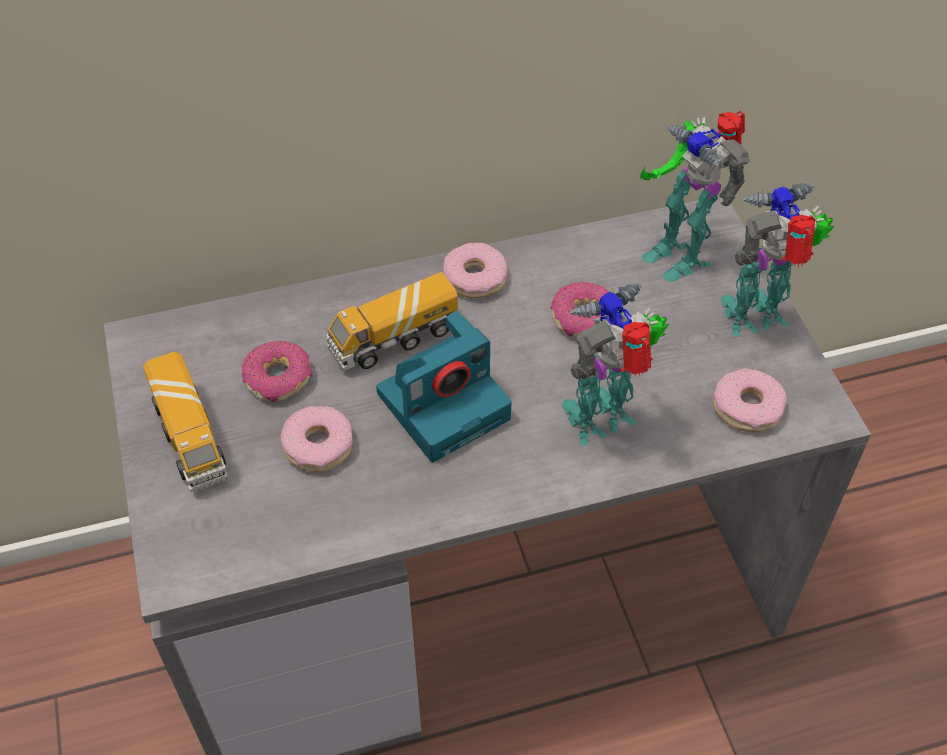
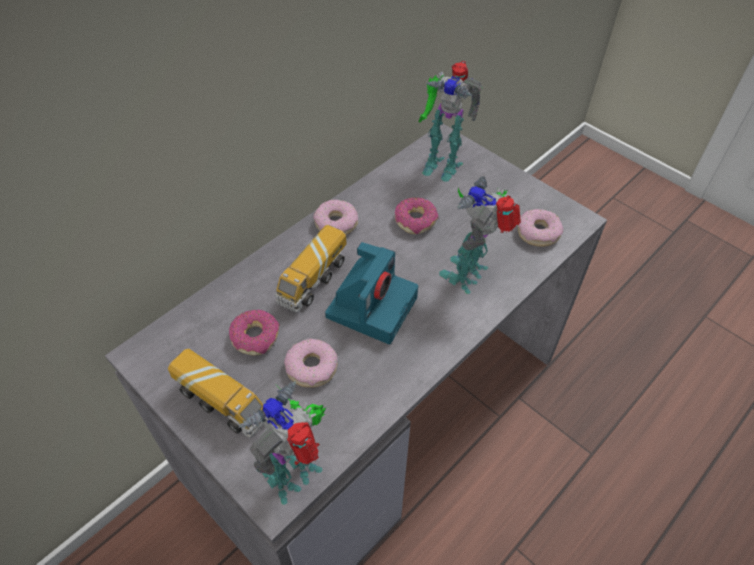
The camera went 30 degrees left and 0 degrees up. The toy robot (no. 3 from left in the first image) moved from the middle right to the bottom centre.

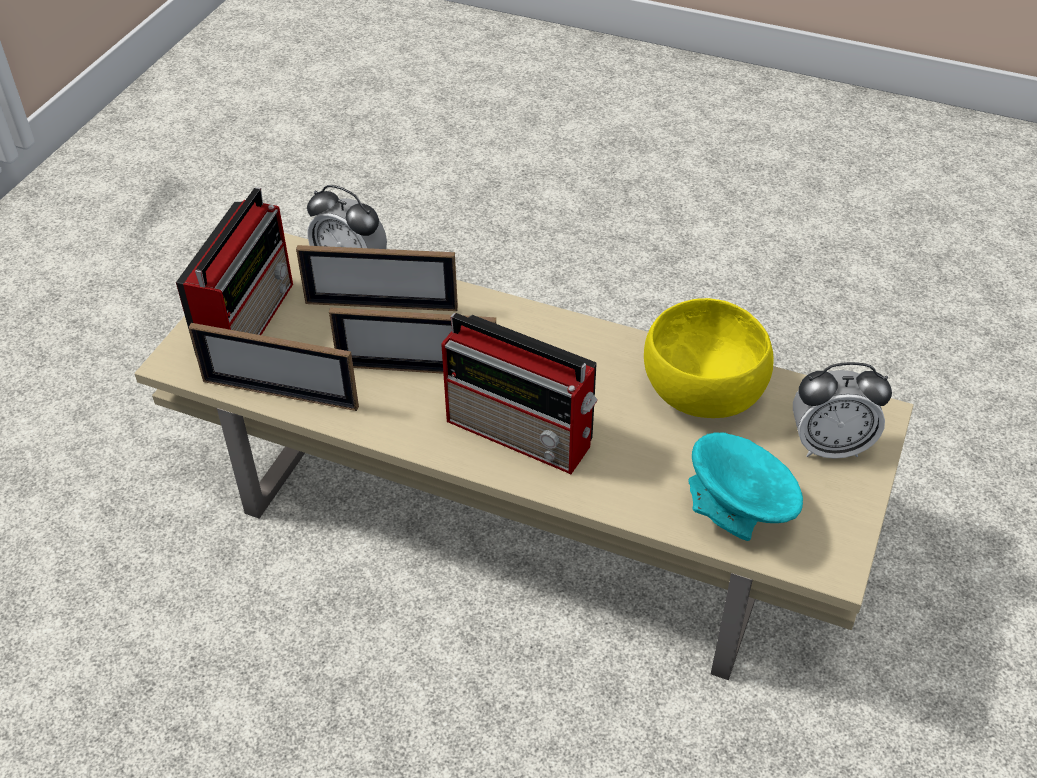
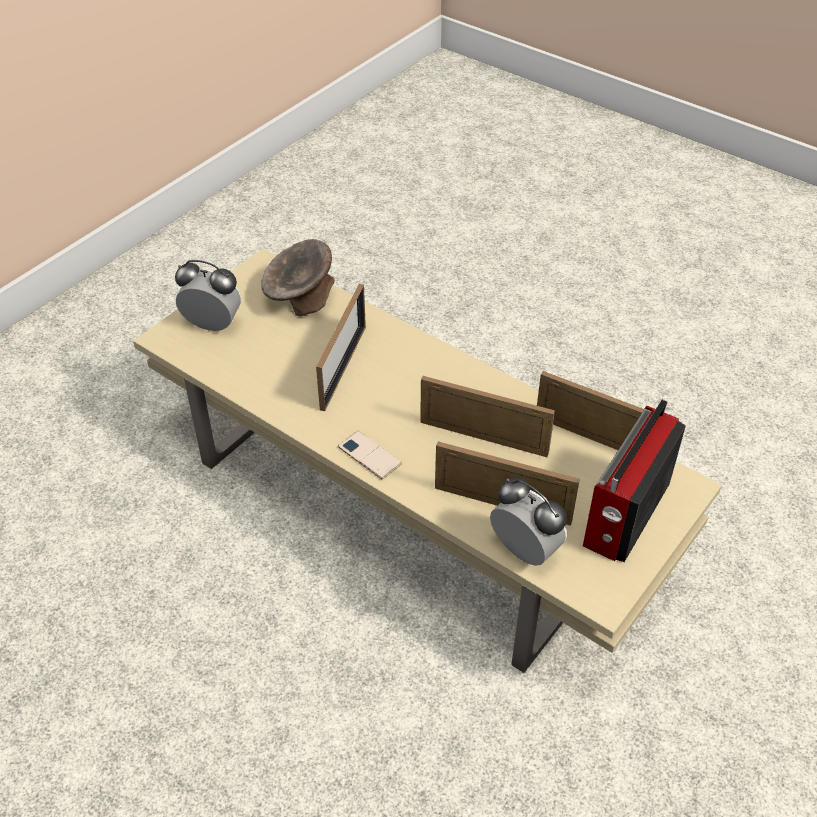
The camera went 165 degrees left and 0 degrees up. The radio (no. 2 from left) at the centre disappeared. The yellow bowl at the middle right disappeared. The picture frame (no. 1 from left) at the centre appeared. The phone at the centre appeared. The turquoise bowl at the middle right became the grey bowl at the centre.

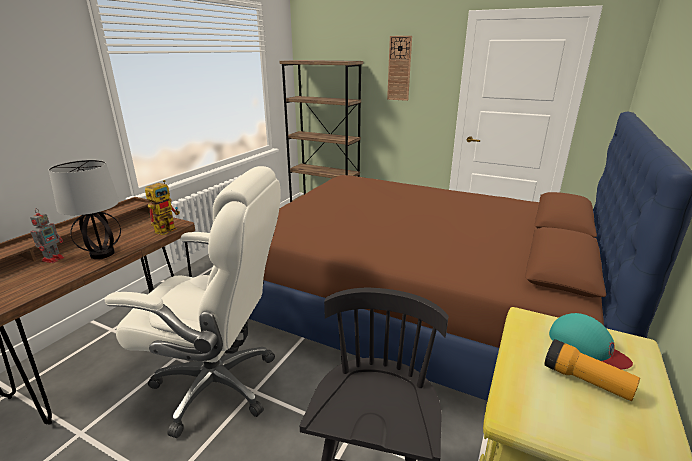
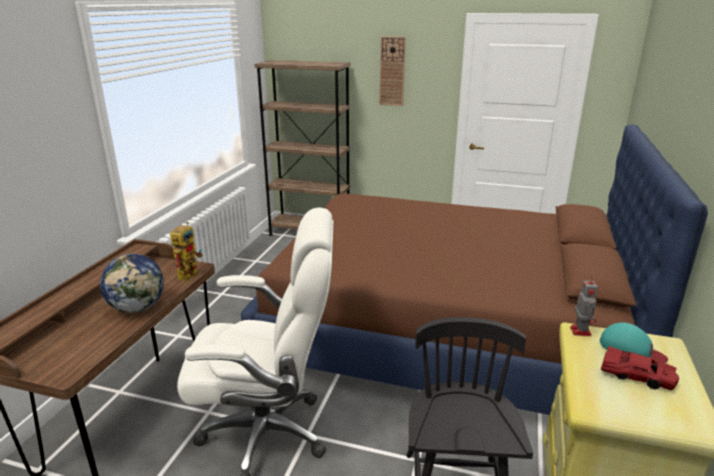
The camera went 10 degrees left and 0 degrees up. The toy robot (no. 1 from left in the first image) moved from the middle left to the middle right. The table lamp at the middle left was replaced by the globe at the middle left. The flashlight at the bottom right was replaced by the red toy car at the bottom right.

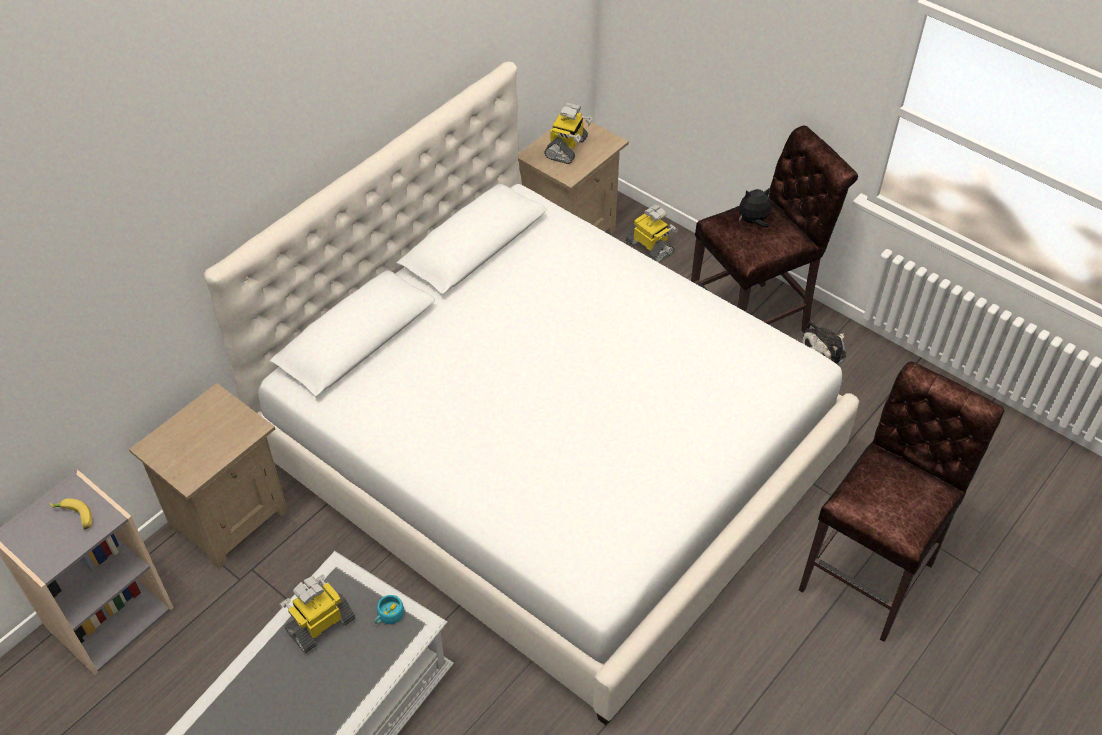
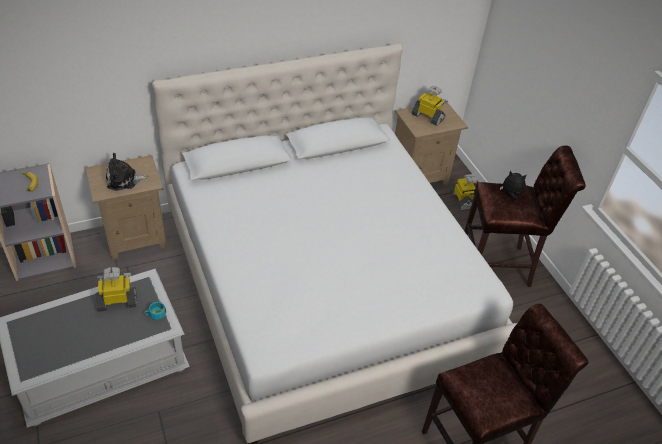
The camera went 25 degrees right and 5 degrees down. The plush toy (no. 2 from left in the first image) moved from the middle right to the middle left. The toy robot (no. 2 from left) at the top centre turned 105 degrees counterclockwise.

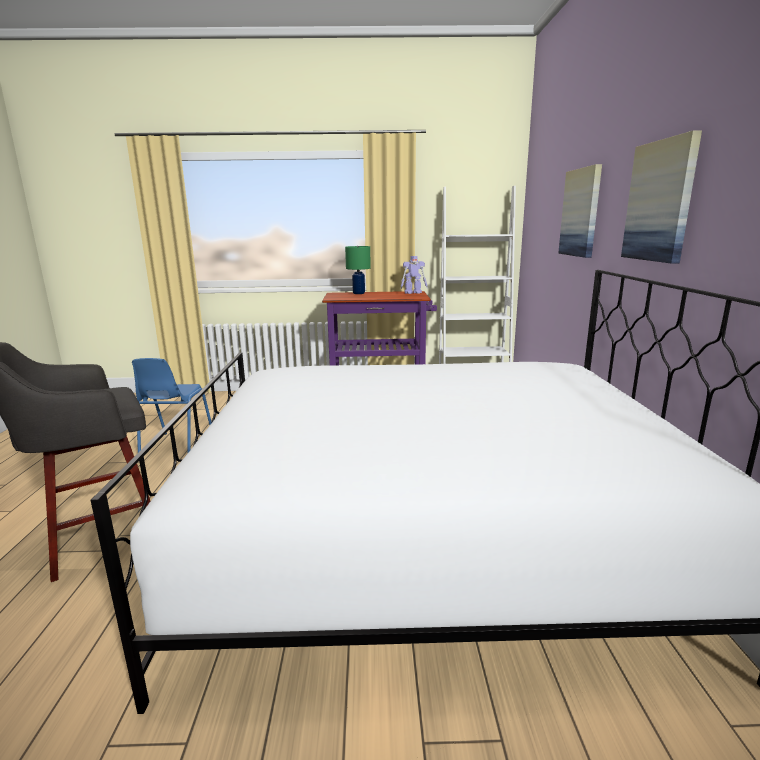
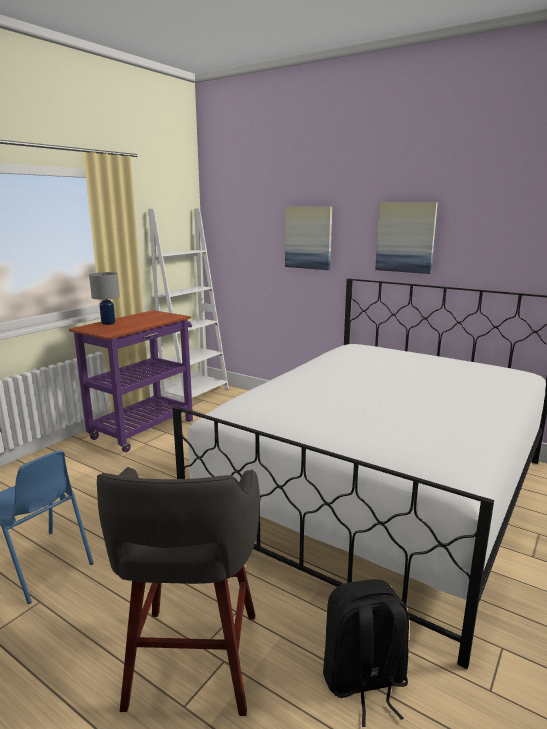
The camera went 55 degrees left and 0 degrees up. The toy robot at the centre disappeared. The black backpack at the bottom right appeared. The green table lamp at the centre became the grey table lamp at the middle left.

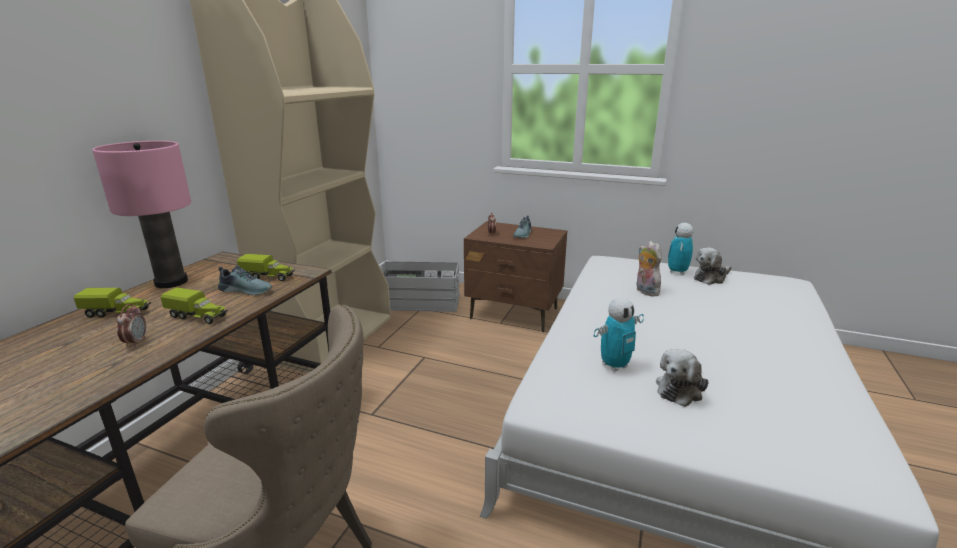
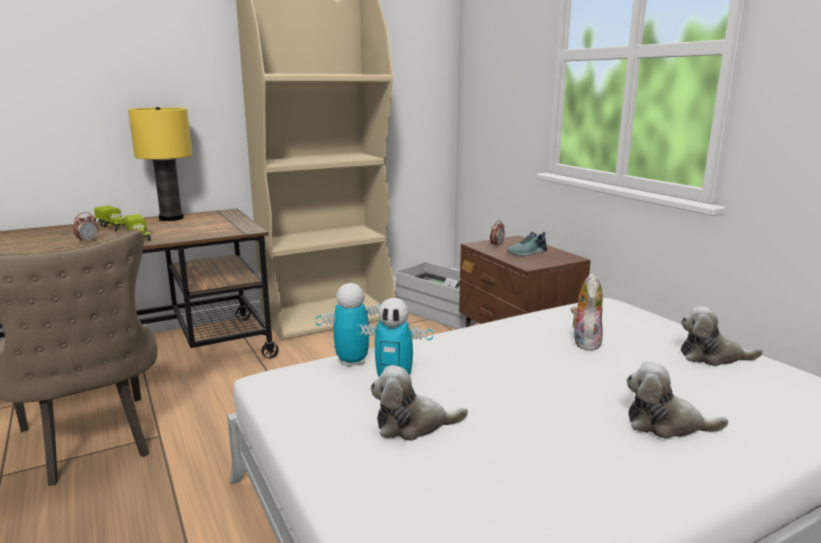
The camera went 40 degrees right and 5 degrees down. The shoe (no. 1 from left) at the middle left disappeared. The toy truck (no. 3 from left) at the middle left disappeared. The plush toy (no. 3 from left) at the bottom right appeared. The toy robot (no. 2 from left in the first image) moved from the middle right to the centre. The pink table lamp at the middle left became the yellow table lamp at the top left.

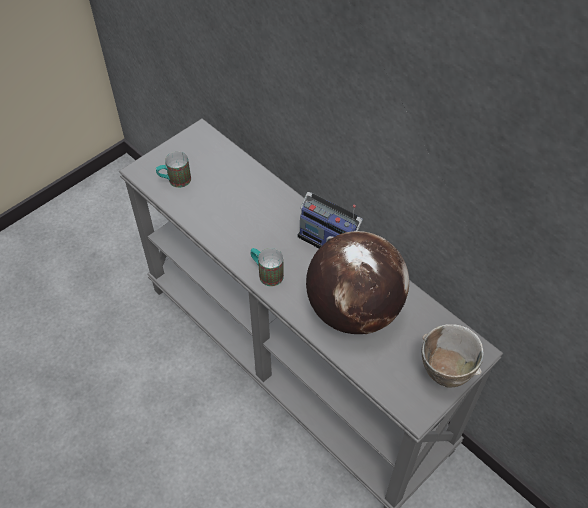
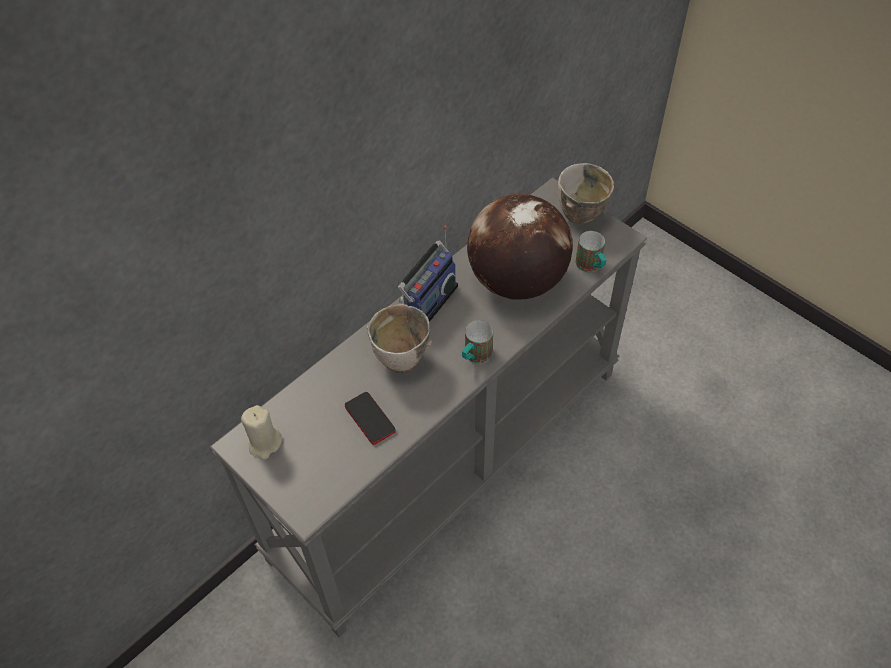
The camera went 90 degrees left and 0 degrees up. The beige candle at the middle left appeared. The phone at the centre appeared. The bowl (no. 1 from left) at the centre appeared. The mug (no. 1 from left in the first image) moved from the top left to the centre.

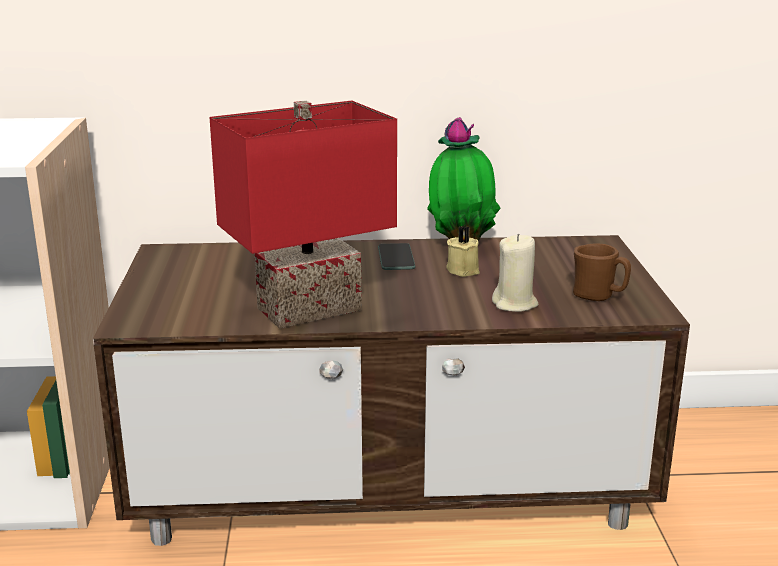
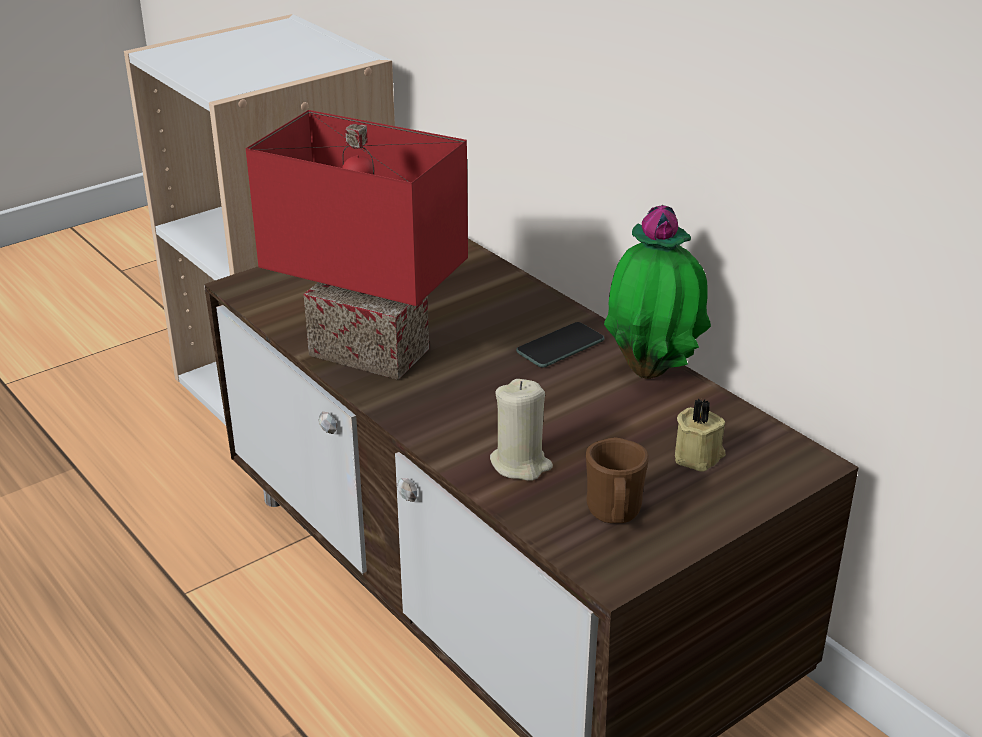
The camera went 55 degrees right and 10 degrees up. The beige candle (no. 1 from left in the first image) moved from the centre to the middle right.

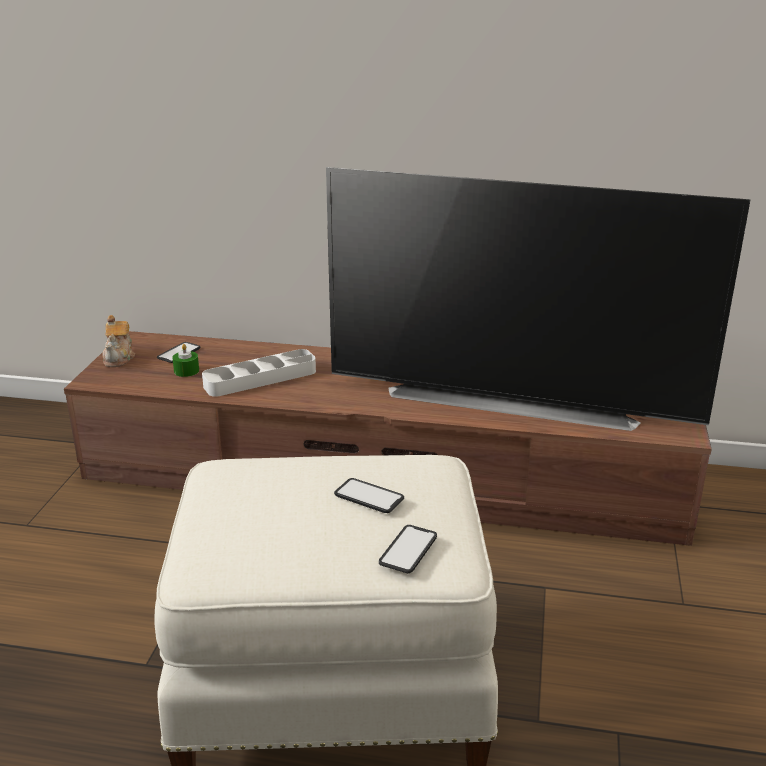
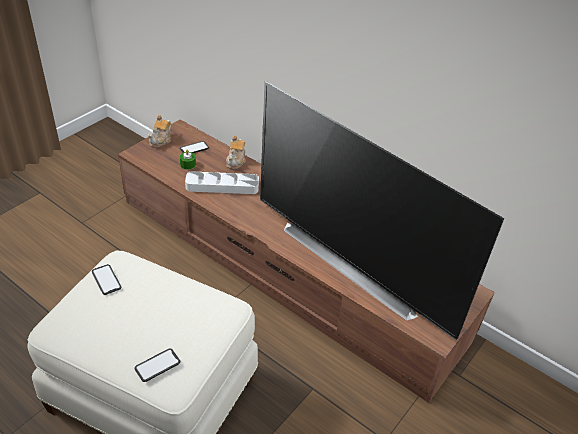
The camera went 25 degrees right and 15 degrees up. The teapot (no. 2 from left) at the centre appeared. The phone (no. 2 from left in the first image) moved from the centre to the middle left.

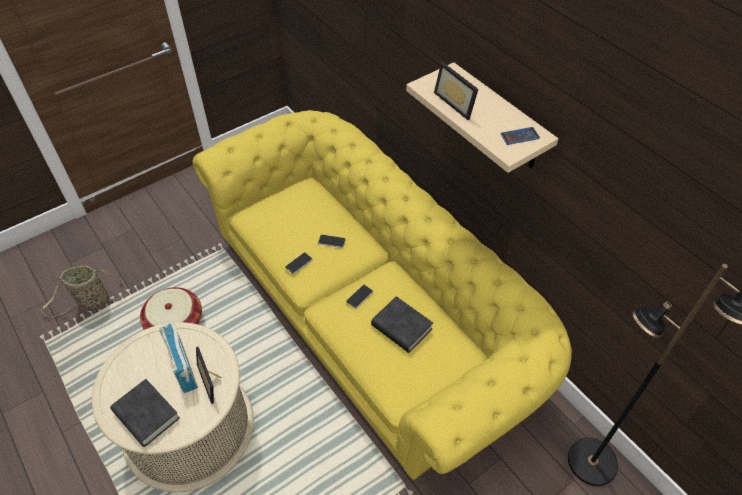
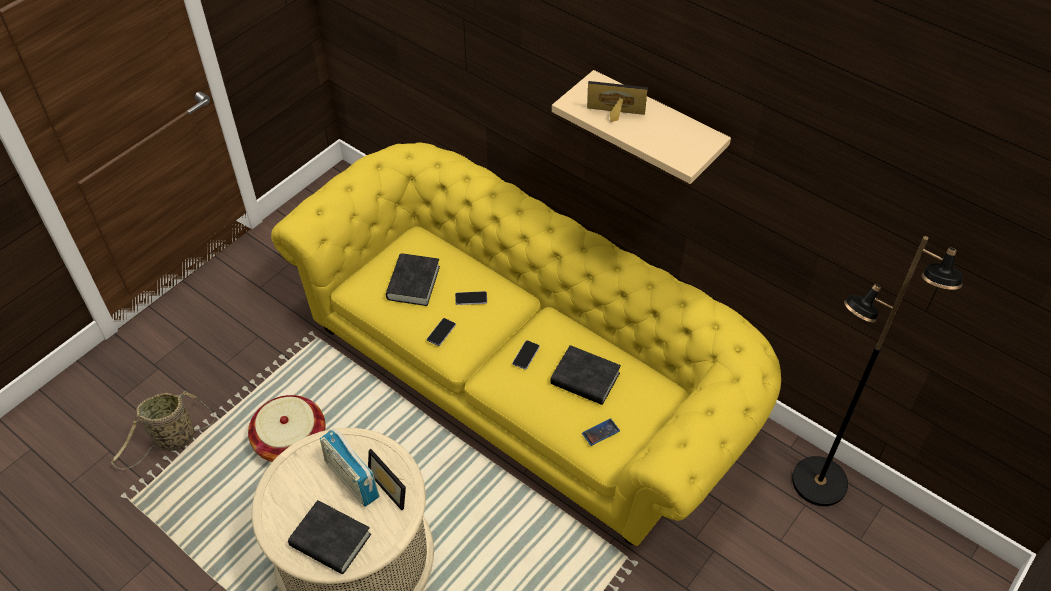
The camera went 15 degrees left and 0 degrees up. The black book (no. 2 from left) at the centre appeared. The phone (no. 4 from left) moved from the top right to the bottom centre. The picture frame (no. 2 from left) at the top centre turned 150 degrees clockwise.

